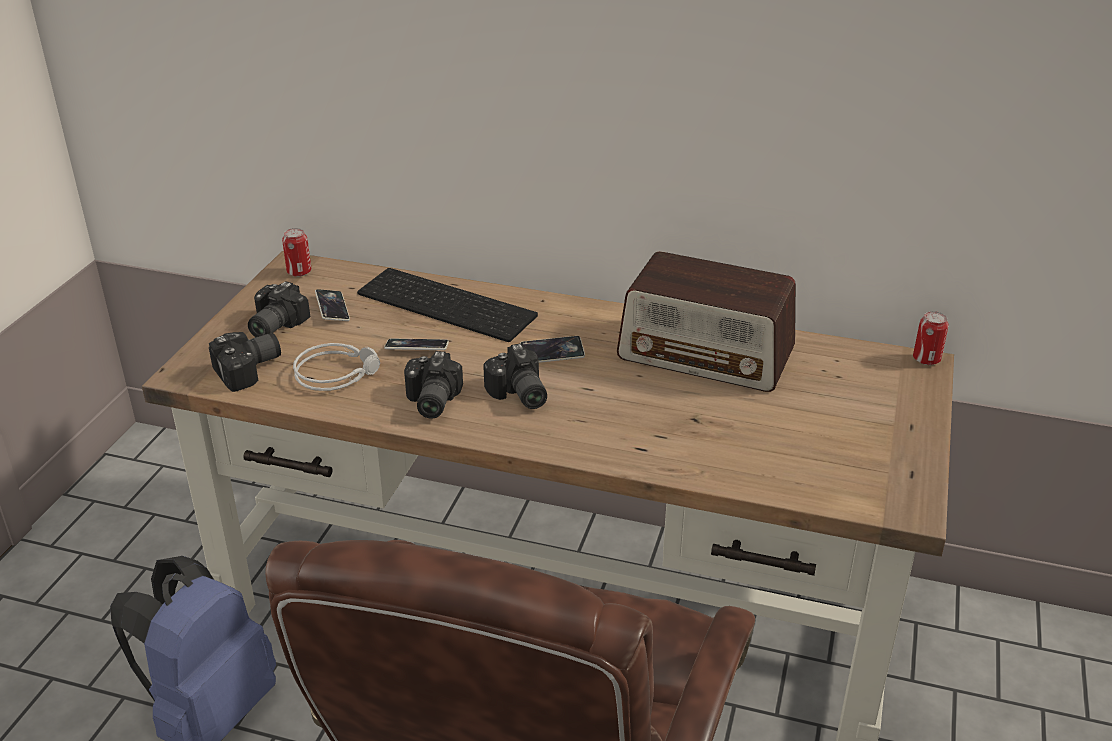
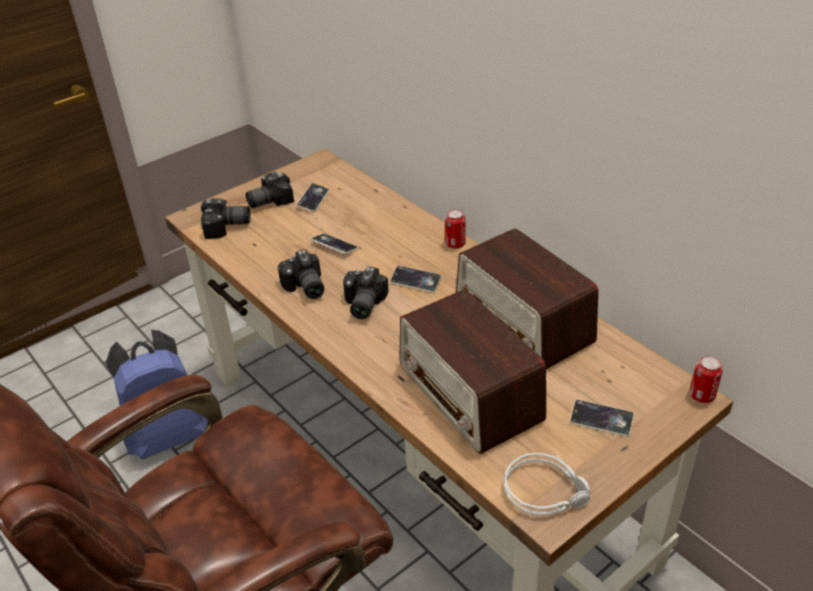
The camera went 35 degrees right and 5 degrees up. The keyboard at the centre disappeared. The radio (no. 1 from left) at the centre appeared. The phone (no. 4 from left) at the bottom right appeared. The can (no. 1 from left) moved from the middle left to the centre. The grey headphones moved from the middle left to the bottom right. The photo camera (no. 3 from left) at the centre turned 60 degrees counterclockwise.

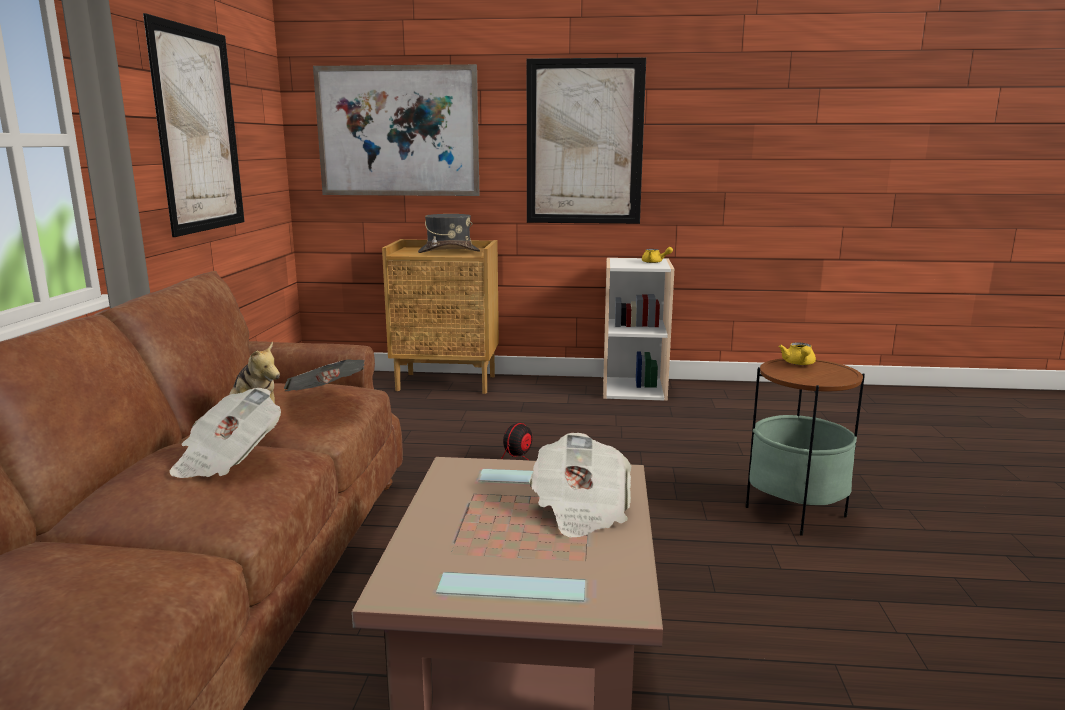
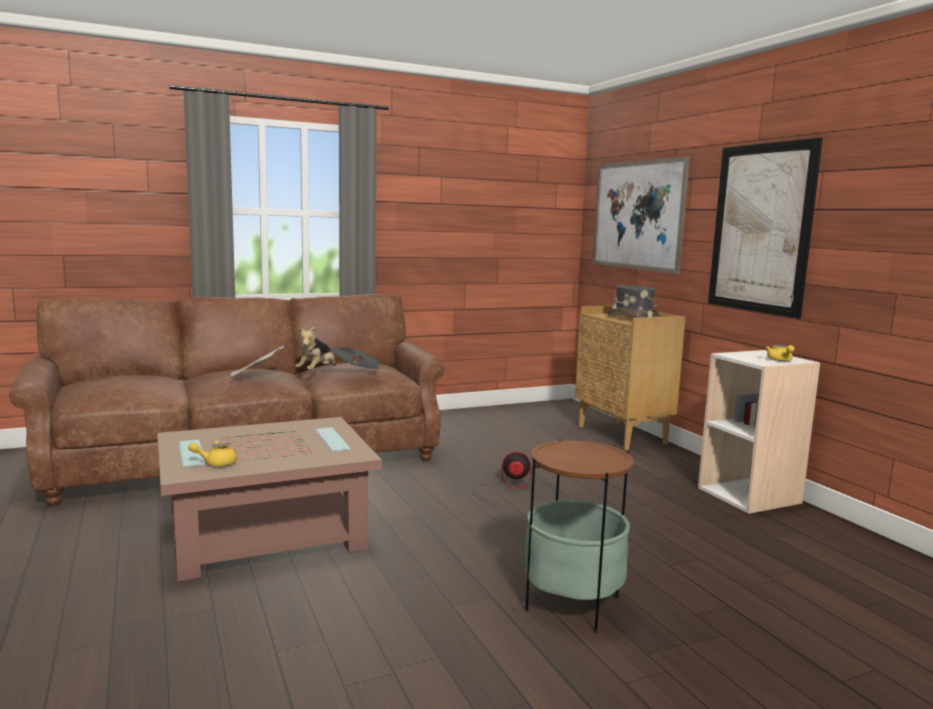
The camera went 60 degrees right and 5 degrees down. The picture (no. 1 from left) at the top left disappeared. The newspaper (no. 3 from left) at the bottom centre disappeared. The yellow teapot (no. 2 from left in the first image) moved from the middle right to the middle left.

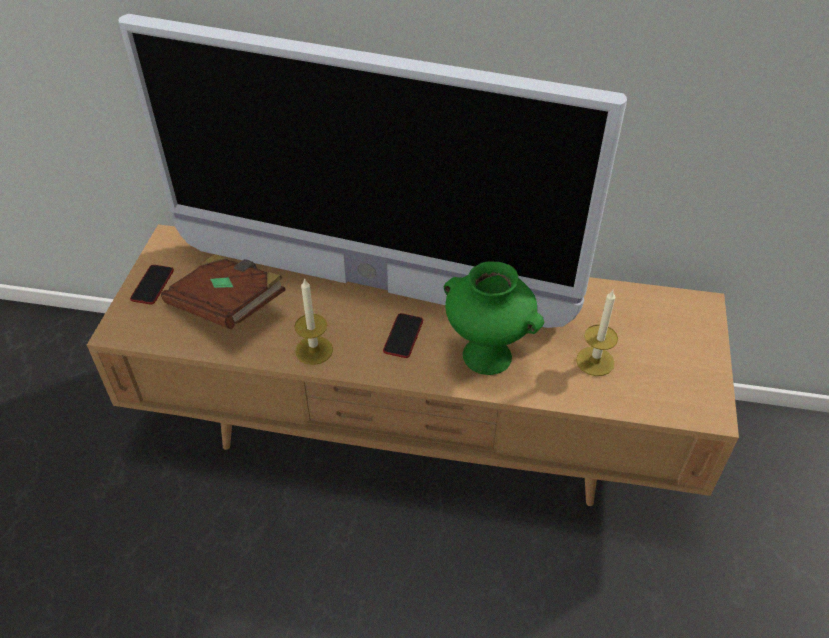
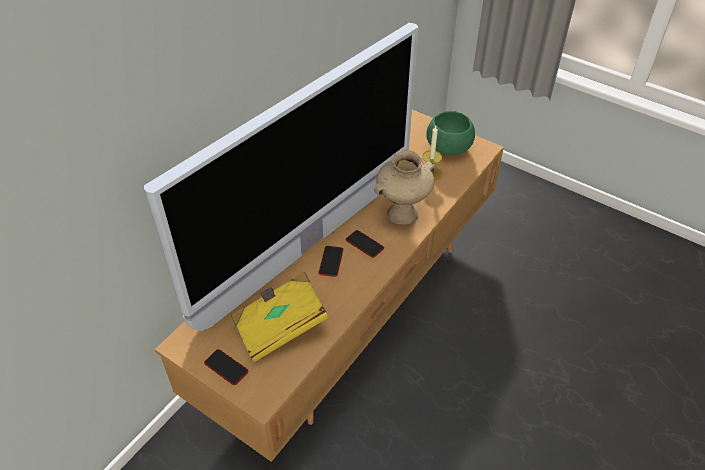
The camera went 65 degrees left and 0 degrees up. The candle (no. 1 from left) at the centre disappeared. The phone (no. 2 from left) at the centre appeared. The green bowl at the top centre appeared. The brown book at the middle left became the yellow book at the bottom centre. The green vase at the centre became the beige vase at the centre.

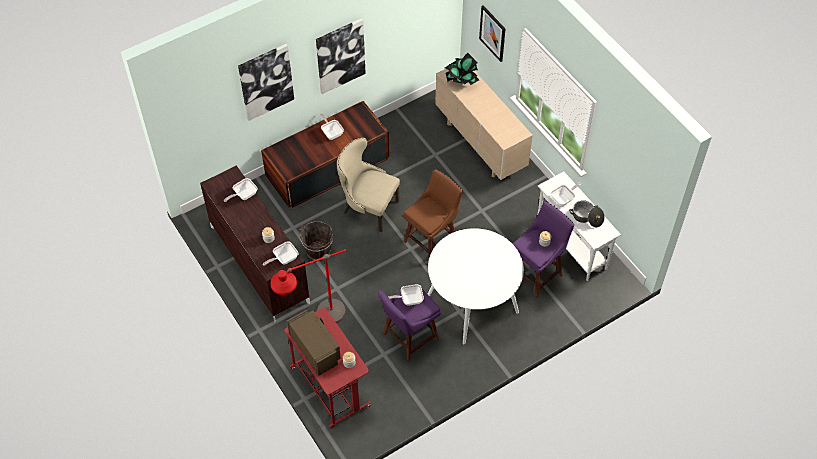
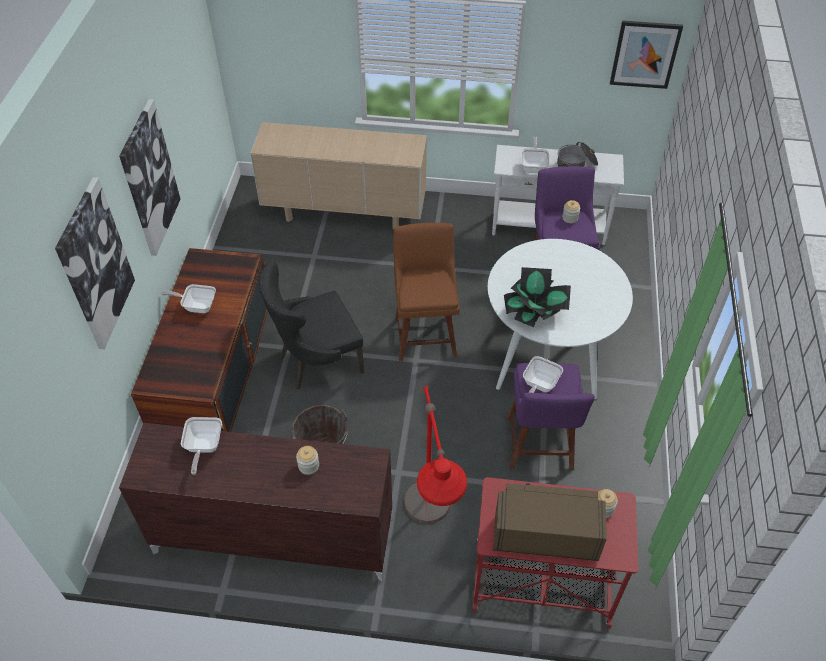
The camera went 50 degrees left and 5 degrees down. The frying pan (no. 2 from left) at the centre disappeared. The potted plant moved from the top centre to the centre. The picture (no. 3 from left) moved from the top centre to the top right. The beige chair at the centre became the black chair at the centre.

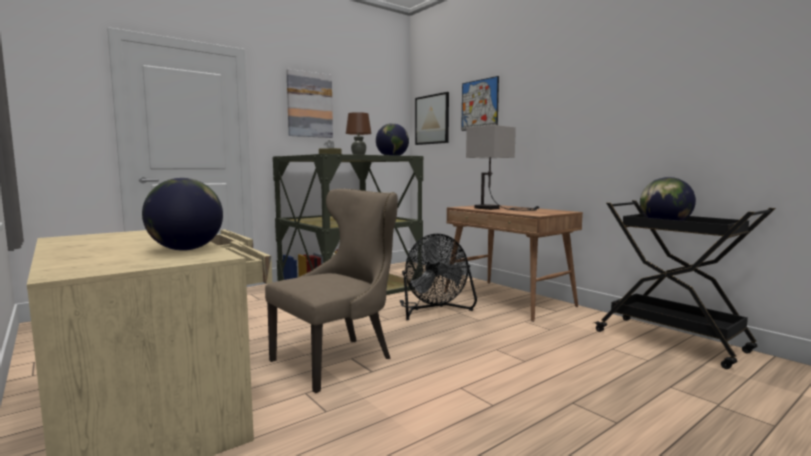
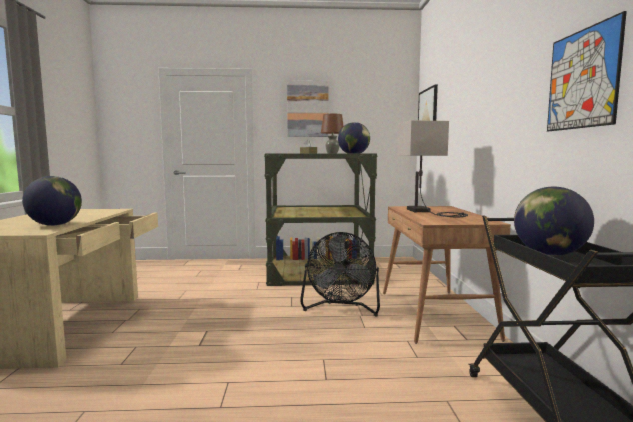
The camera went 35 degrees right and 0 degrees up. The beige chair at the centre disappeared. The picture (no. 3 from left) moved from the top centre to the top right.

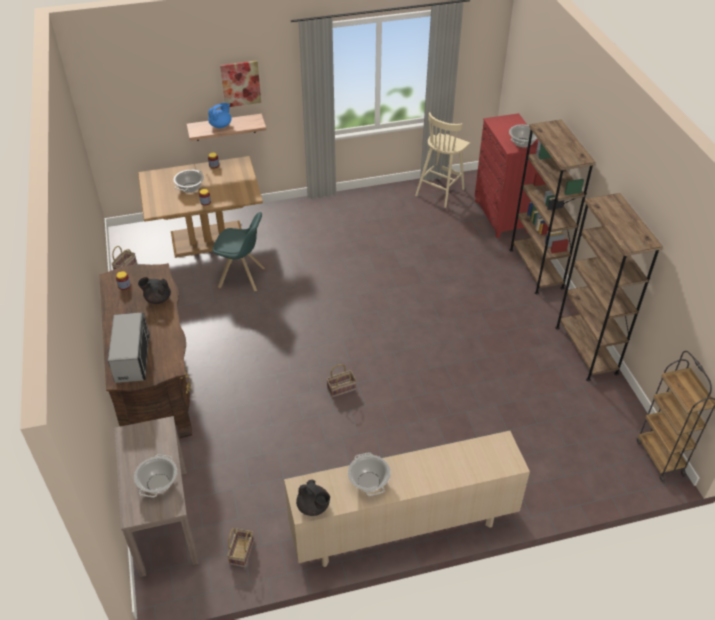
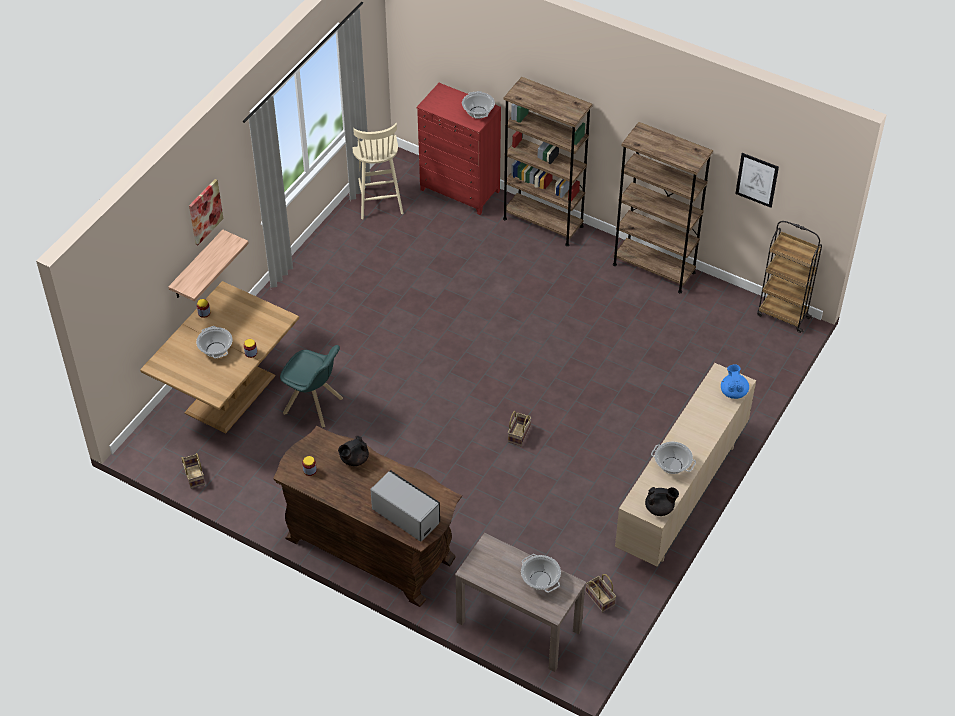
The camera went 45 degrees left and 5 degrees up. The picture (no. 2 from left) at the top right appeared. The blue teapot moved from the top left to the middle right. The turquoise chair at the centre turned 60 degrees clockwise.

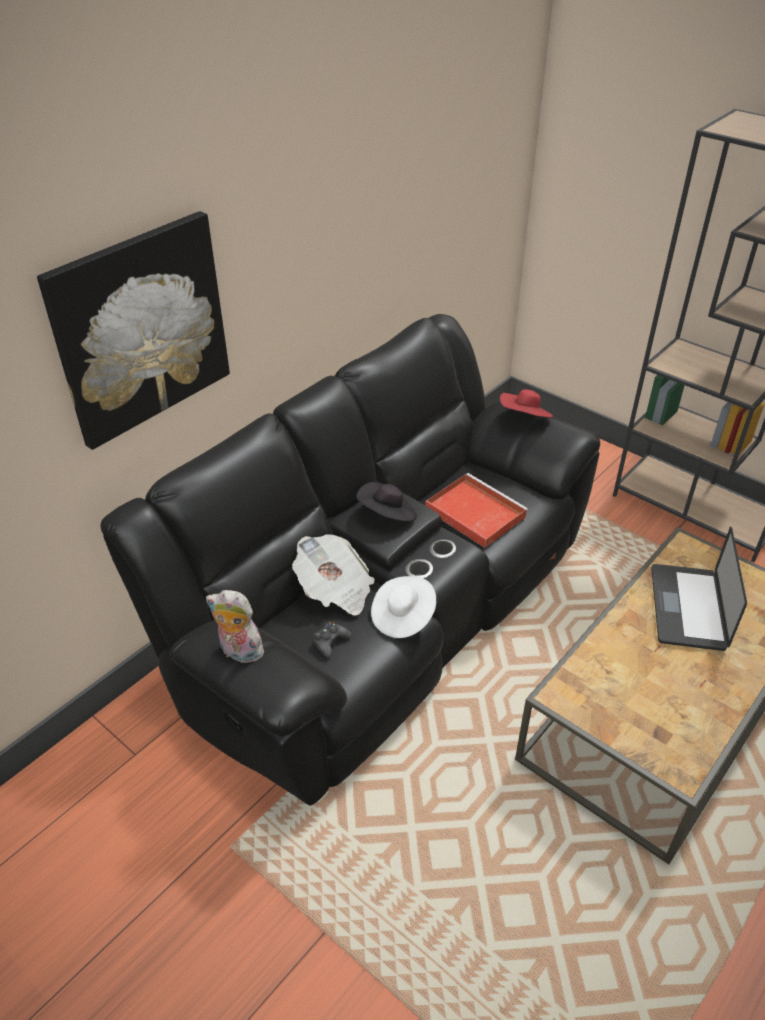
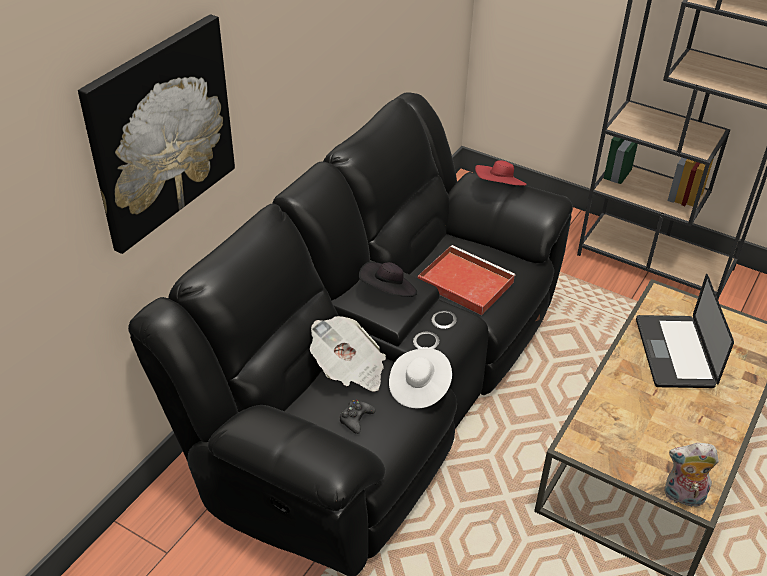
The camera went 10 degrees left and 0 degrees up. The plush toy moved from the middle left to the bottom right.

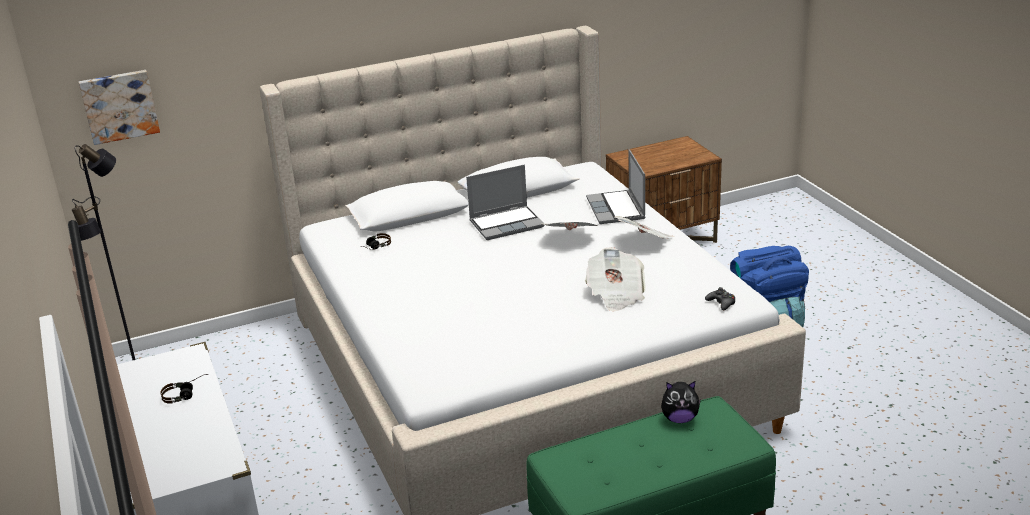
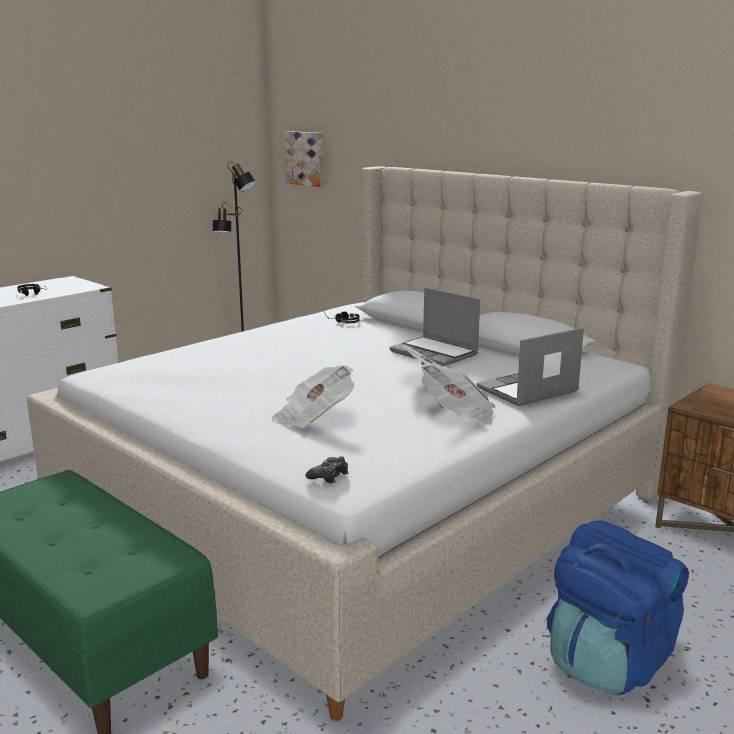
The camera went 65 degrees right and 10 degrees down. The plush toy at the bottom centre disappeared.

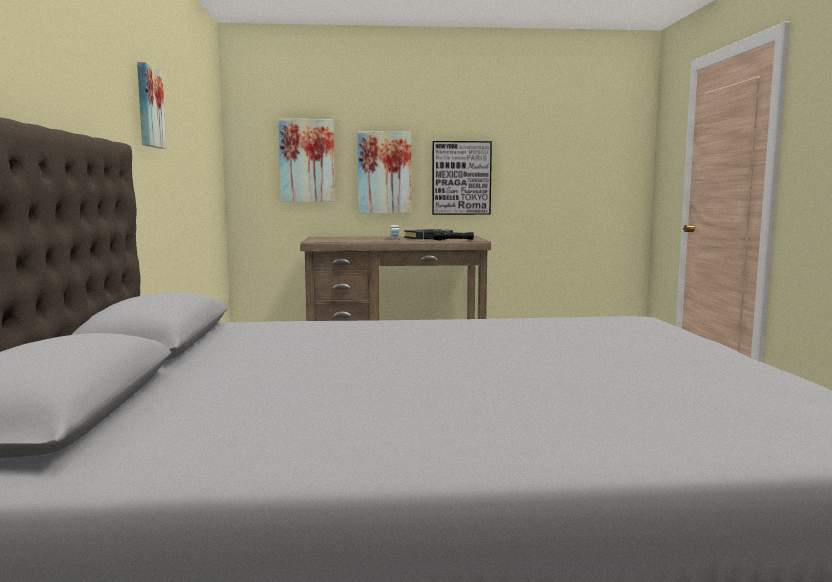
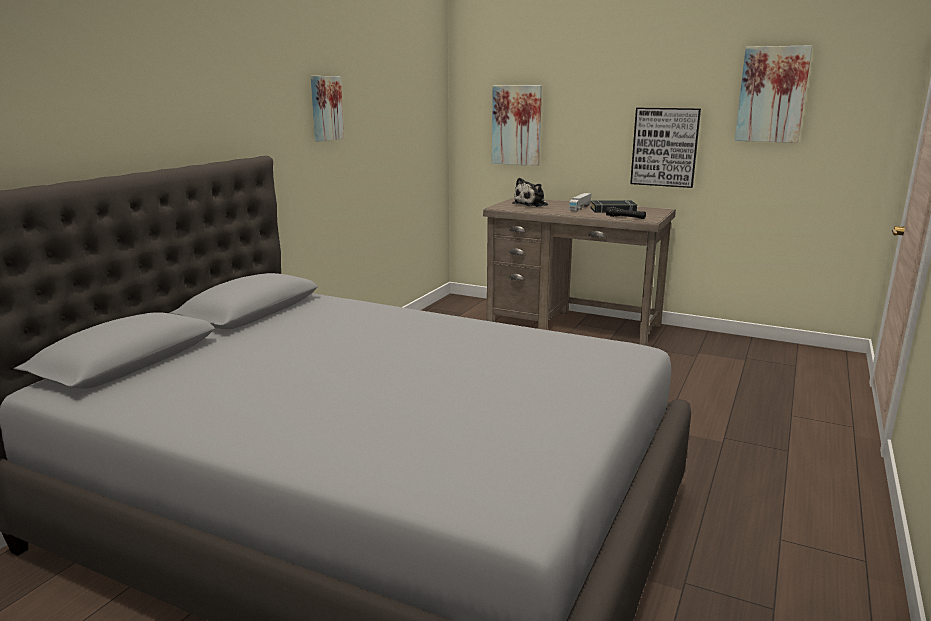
The camera went 30 degrees right and 10 degrees up. The plush toy at the top centre appeared. The picture (no. 3 from left in the first image) moved from the top centre to the top right.

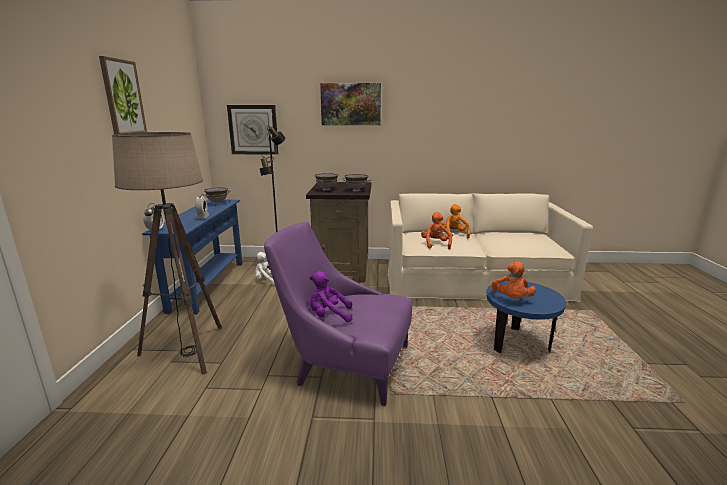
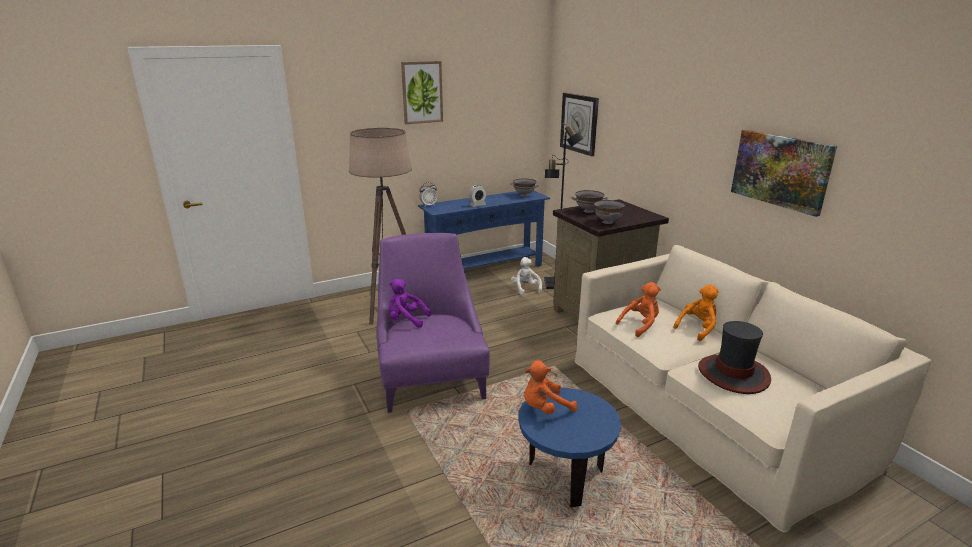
The camera went 60 degrees right and 5 degrees up. The hat at the middle right appeared. The picture (no. 2 from left) moved from the top centre to the top right. The purple plush toy at the centre turned 45 degrees counterclockwise.

